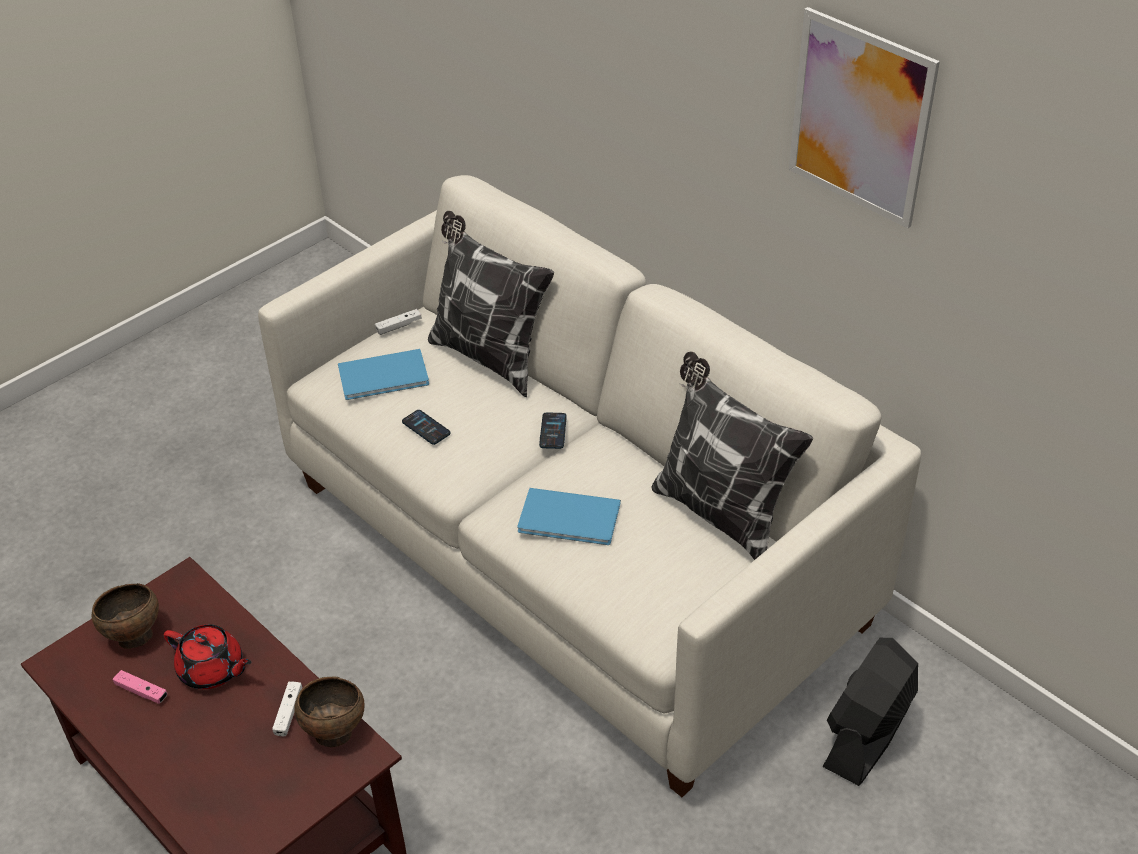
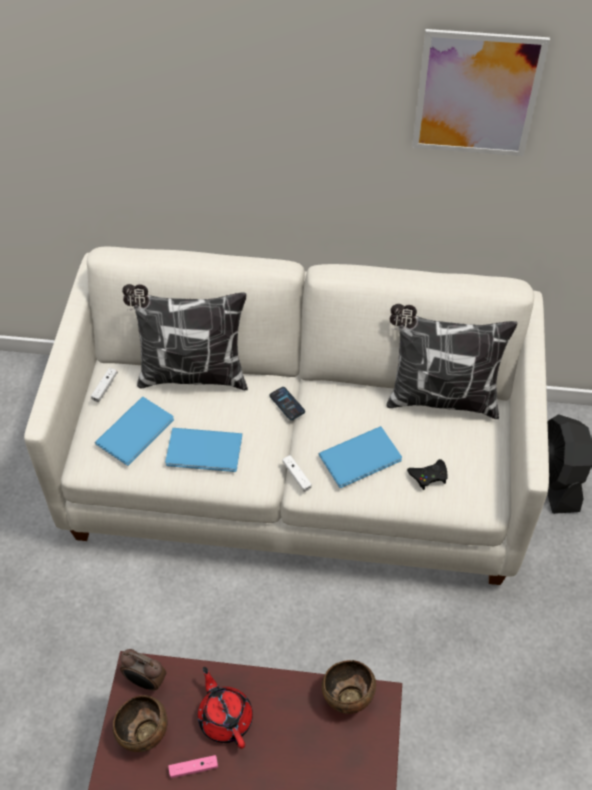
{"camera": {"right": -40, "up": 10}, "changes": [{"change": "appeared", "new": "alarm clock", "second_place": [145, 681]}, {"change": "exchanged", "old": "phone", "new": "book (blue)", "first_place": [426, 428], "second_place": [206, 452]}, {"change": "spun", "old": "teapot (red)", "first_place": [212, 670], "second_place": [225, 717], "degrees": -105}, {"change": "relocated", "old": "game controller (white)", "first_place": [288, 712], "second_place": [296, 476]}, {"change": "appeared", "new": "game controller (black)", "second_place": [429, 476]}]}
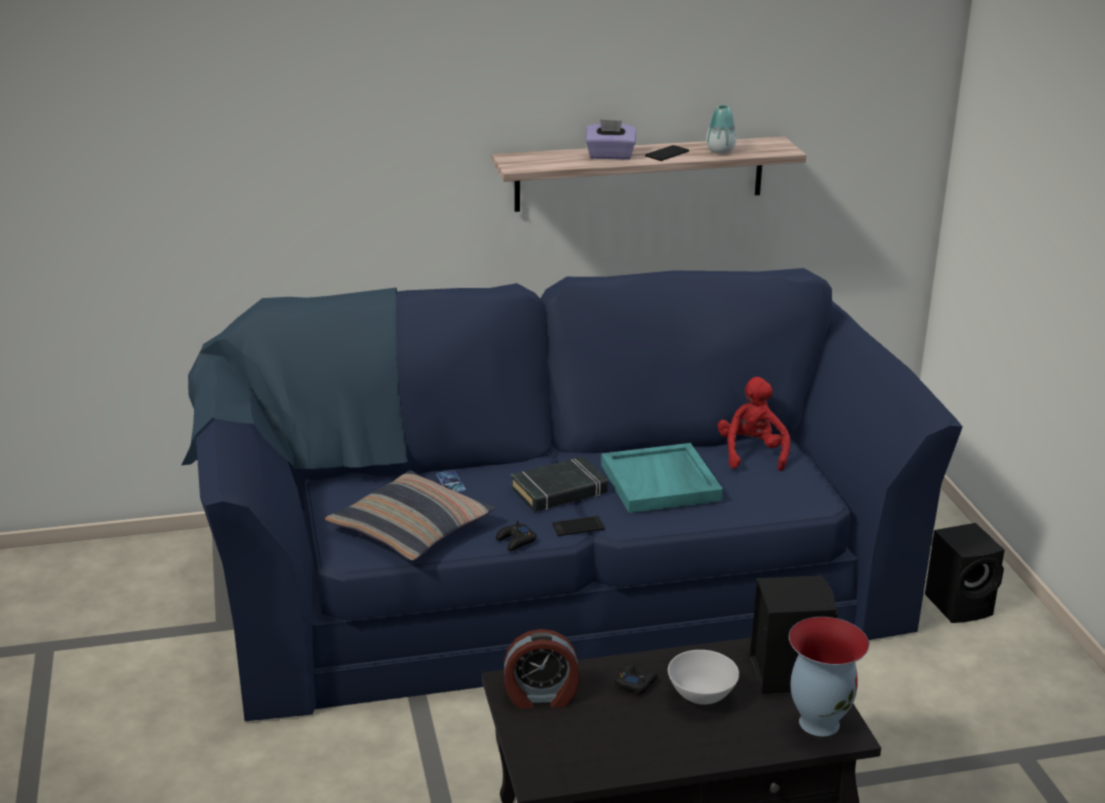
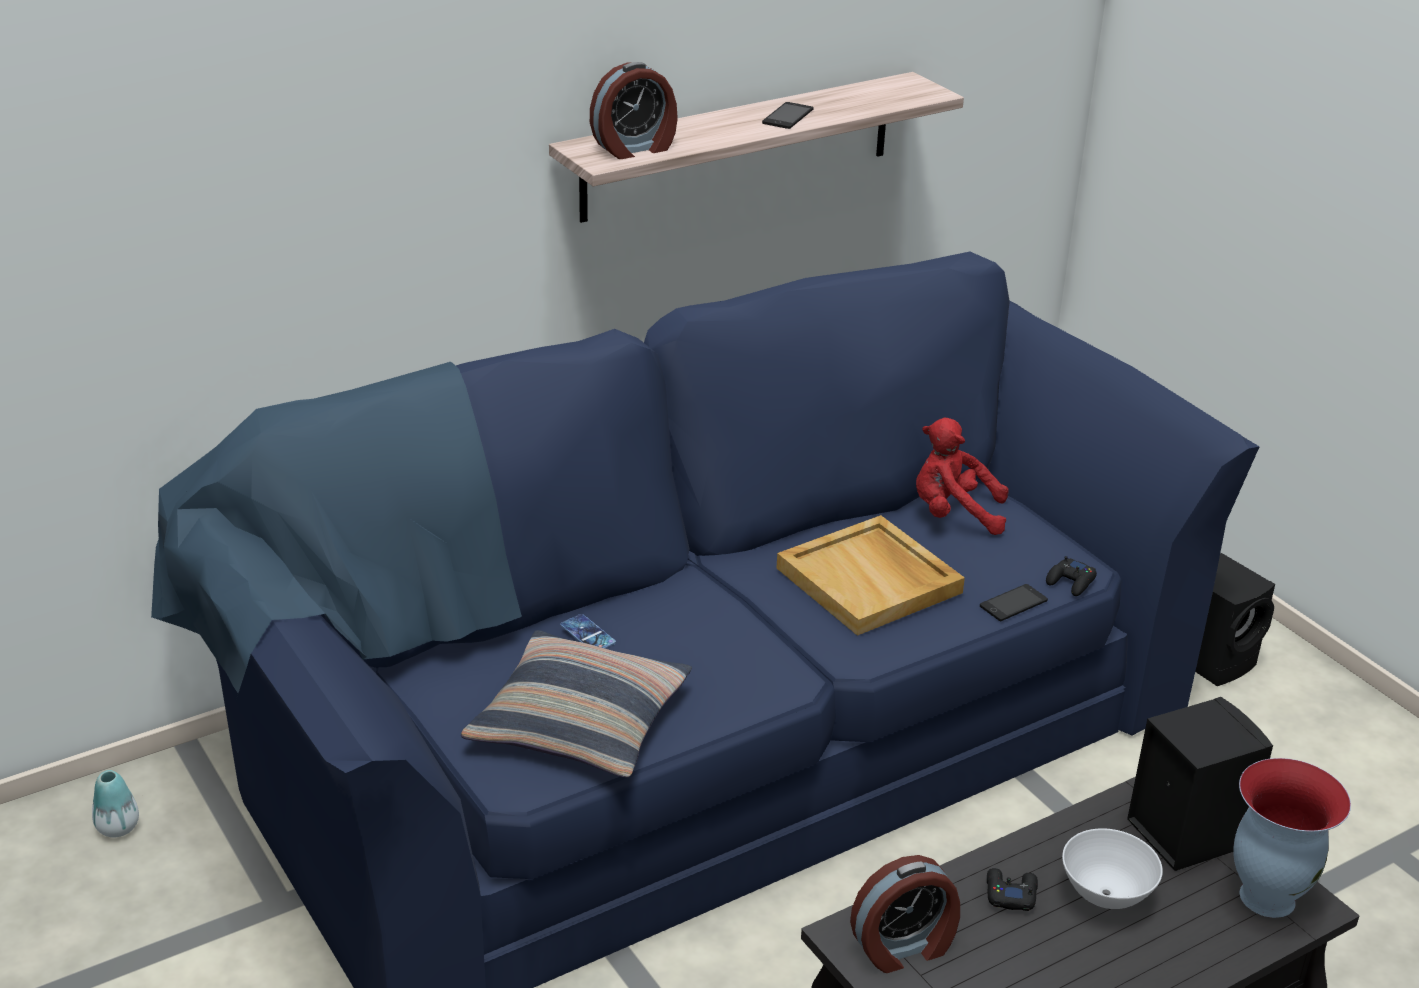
{"camera": {"right": -20, "up": 5}, "changes": [{"change": "relocated", "old": "vase", "first_place": [720, 151], "second_place": [118, 828]}, {"change": "appeared", "new": "alarm clock", "second_place": [635, 148]}, {"change": "colour", "old": "tray (turquoise)", "new": "tray (beige)", "first_place": [661, 483], "second_place": [870, 580]}, {"change": "spun", "old": "plush toy (red)", "first_place": [752, 453], "second_place": [954, 514], "degrees": -60}, {"change": "relocated", "old": "phone", "first_place": [578, 527], "second_place": [1013, 603]}, {"change": "relocated", "old": "game controller (black)", "first_place": [516, 541], "second_place": [1071, 582]}, {"change": "missing", "old": "book (black)", "first_place": [559, 491]}, {"change": "missing", "old": "tissue box (purple)", "first_place": [610, 156]}]}
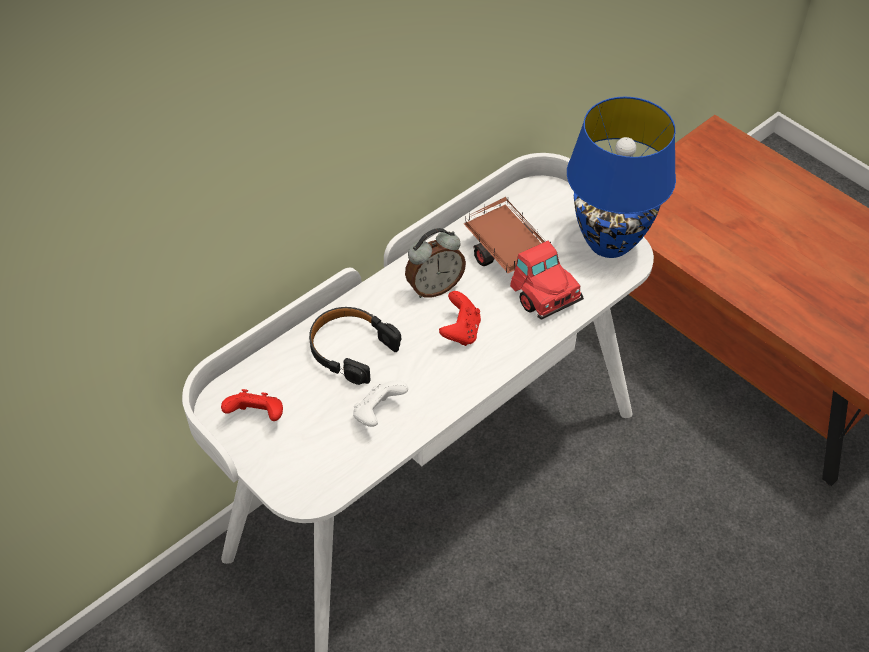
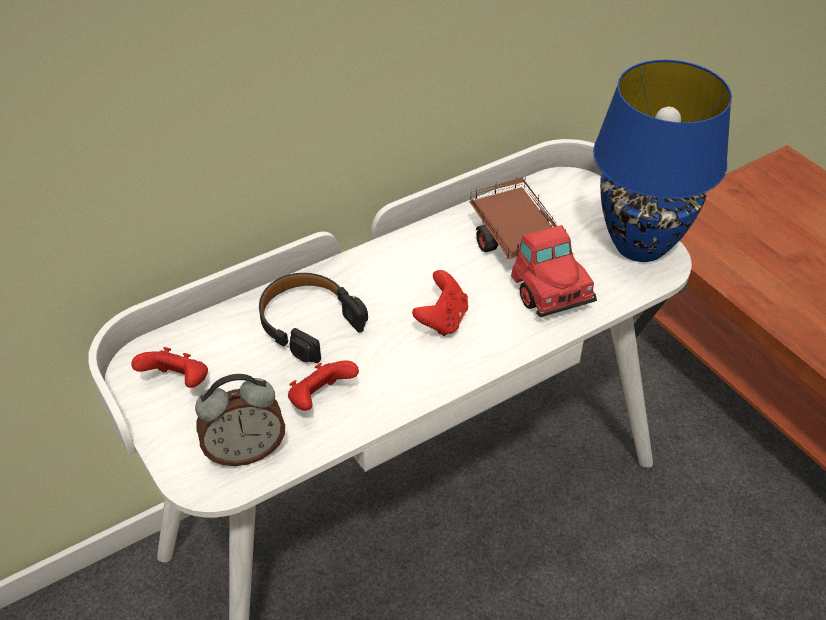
{"camera": {"right": 10, "up": -5}, "changes": [{"change": "relocated", "old": "alarm clock", "first_place": [434, 287], "second_place": [245, 451]}, {"change": "colour", "old": "game controller (white)", "new": "game controller (red)", "first_place": [378, 413], "second_place": [320, 399]}]}
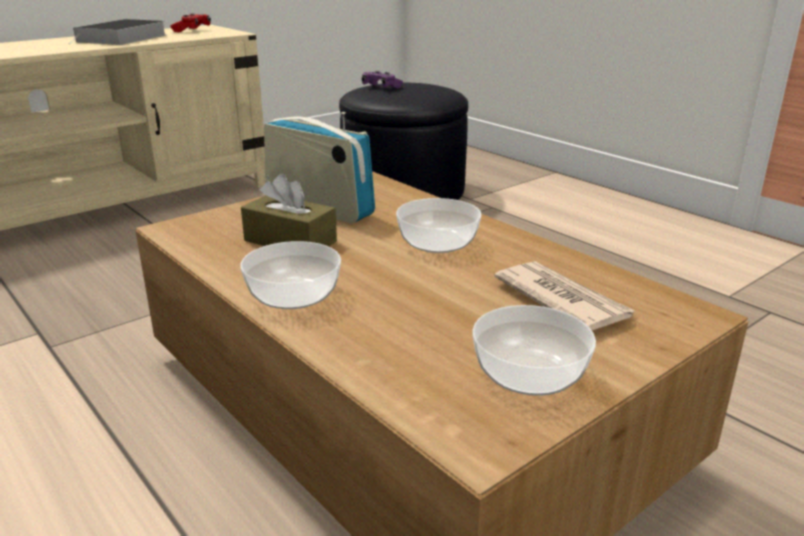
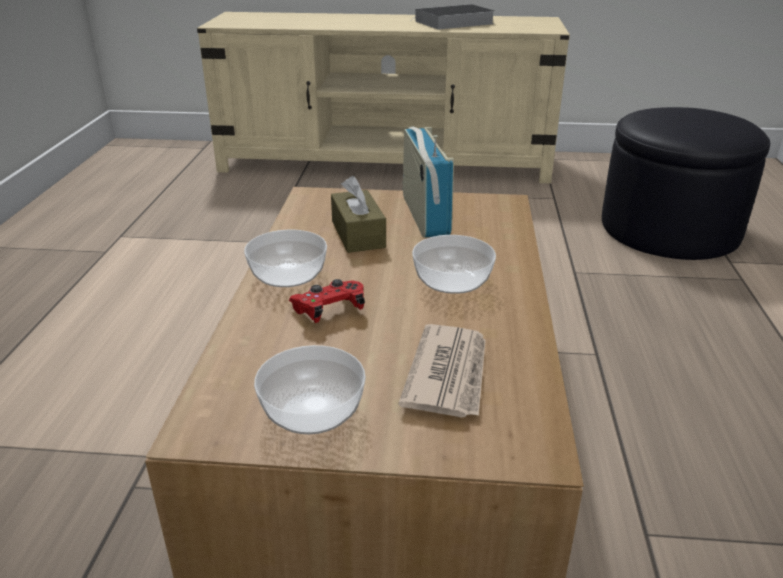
{"camera": {"right": 45, "up": 5}, "changes": [{"change": "relocated", "old": "game controller (red)", "first_place": [192, 30], "second_place": [329, 310]}, {"change": "missing", "old": "game controller (purple)", "first_place": [381, 87]}]}
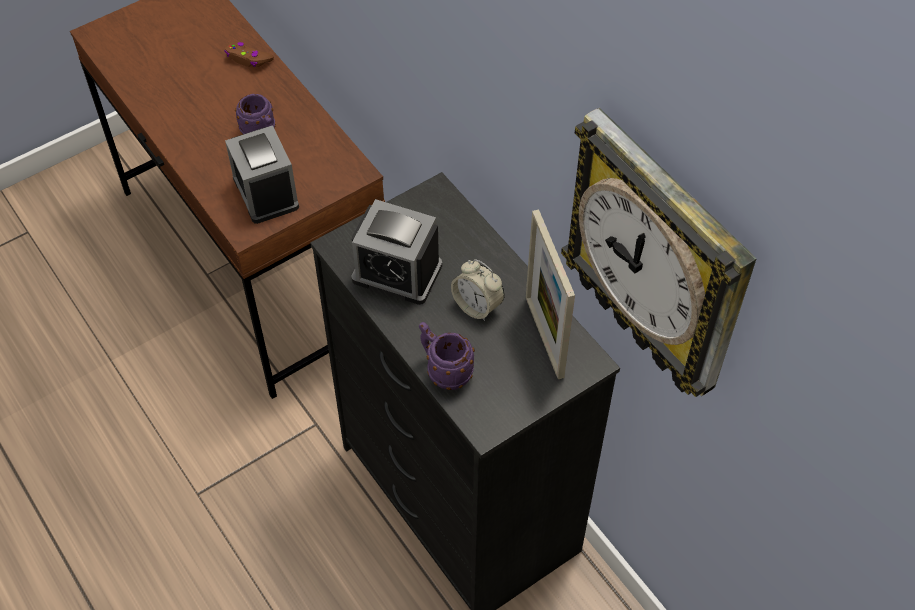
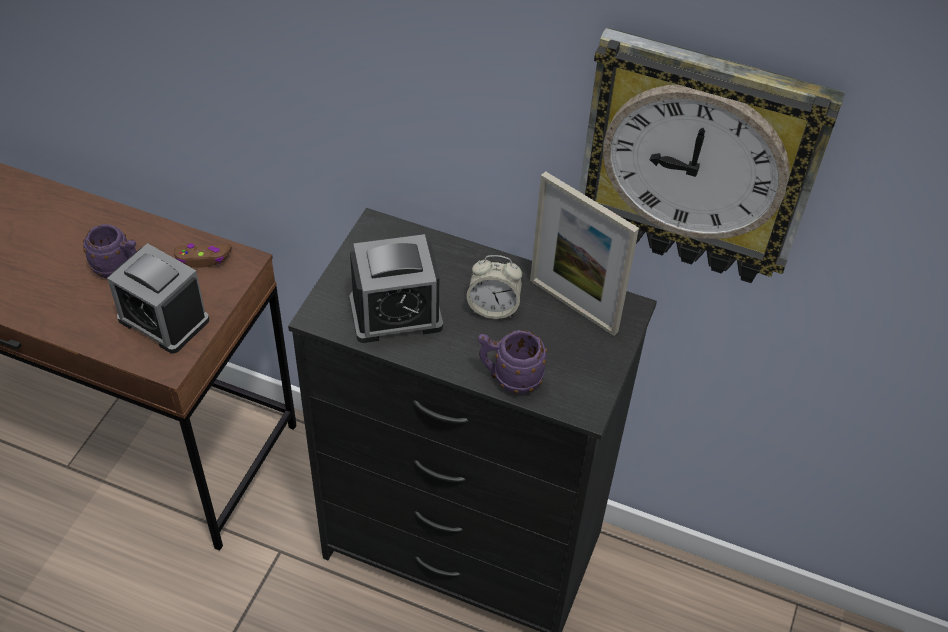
{"camera": {"right": -35, "up": -5}, "changes": [{"change": "relocated", "old": "game controller (brown)", "first_place": [248, 59], "second_place": [203, 259]}]}
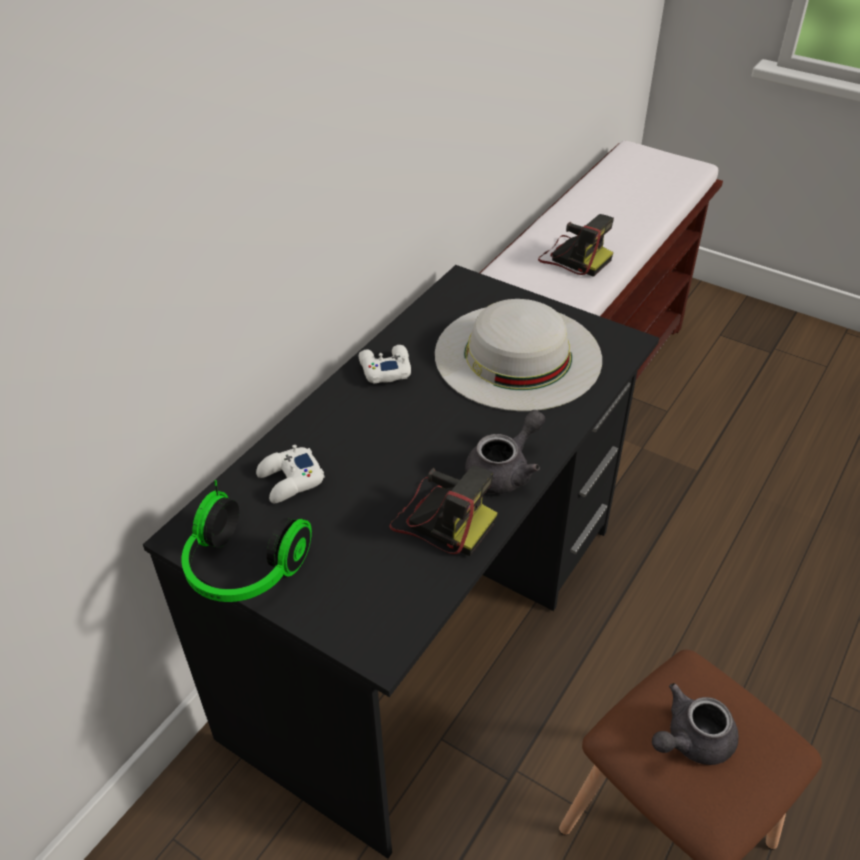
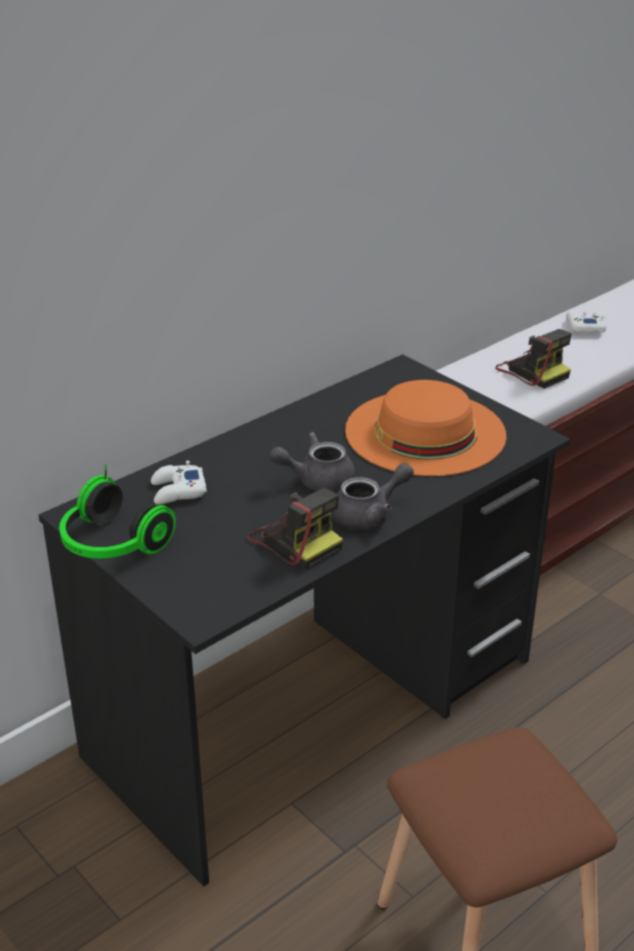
{"camera": {"right": 15, "up": -10}, "changes": [{"change": "relocated", "old": "teapot (grey)", "first_place": [691, 740], "second_place": [317, 480]}, {"change": "colour", "old": "hat (white)", "new": "hat (orange)", "first_place": [517, 355], "second_place": [425, 432]}, {"change": "relocated", "old": "game controller (white)", "first_place": [385, 369], "second_place": [585, 327]}]}
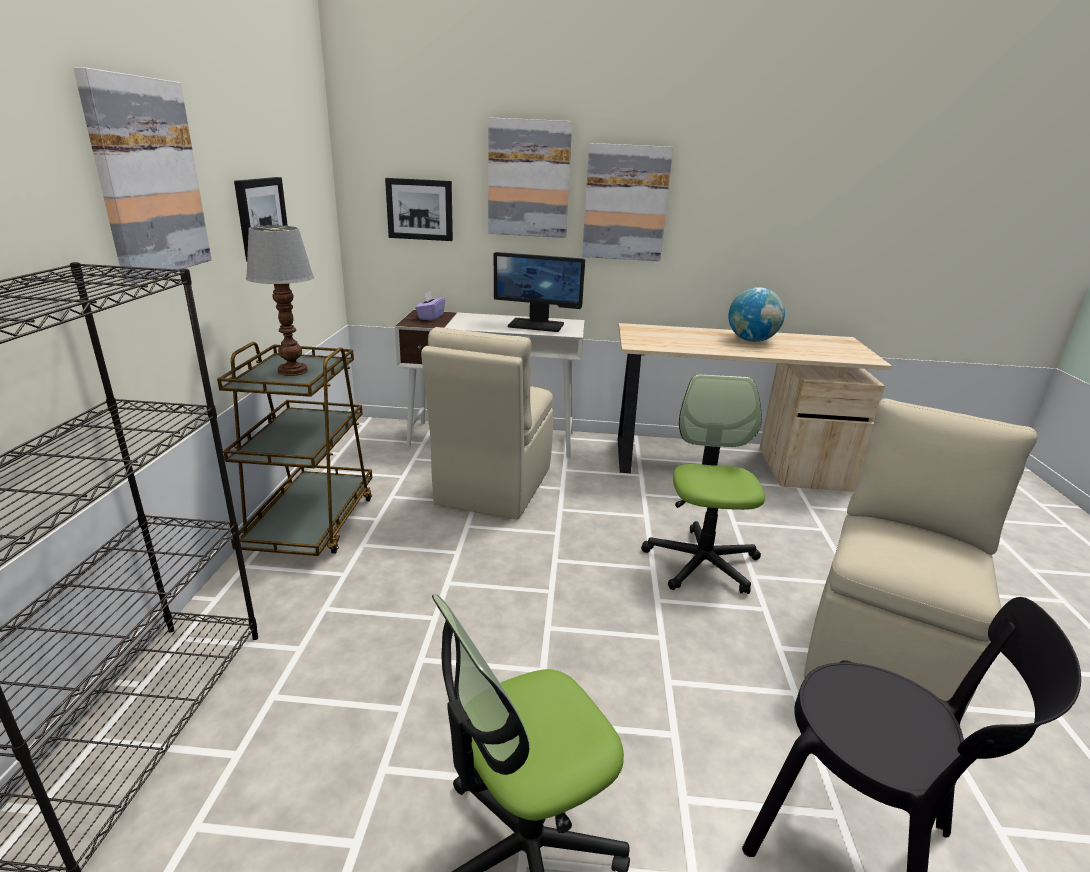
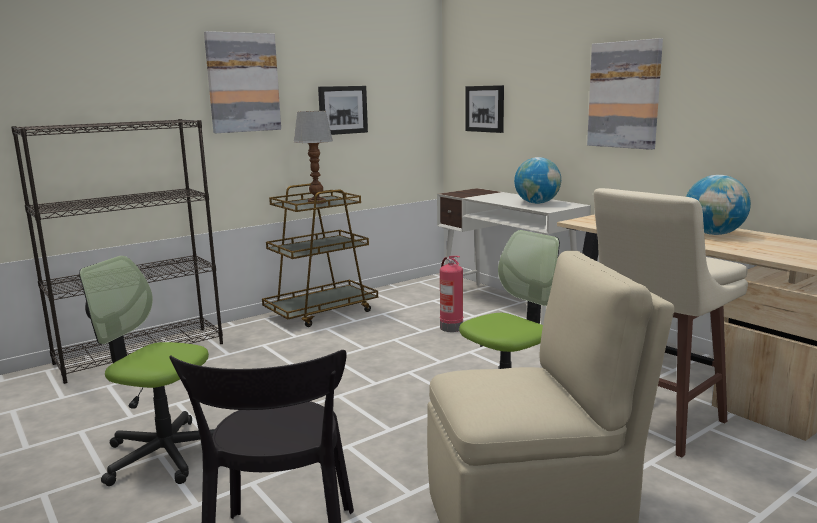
{"camera": {"right": 50, "up": -10}, "changes": [{"change": "exchanged", "old": "chair (beige)", "new": "fire extinguisher", "first_place": [492, 487], "second_place": [450, 327]}, {"change": "exchanged", "old": "monitor", "new": "globe", "first_place": [537, 325], "second_place": [537, 203]}, {"change": "appeared", "new": "stool (beige)", "second_place": [654, 422]}, {"change": "missing", "old": "tissue box (purple)", "first_place": [430, 317]}, {"change": "missing", "old": "picture", "first_place": [529, 179]}]}
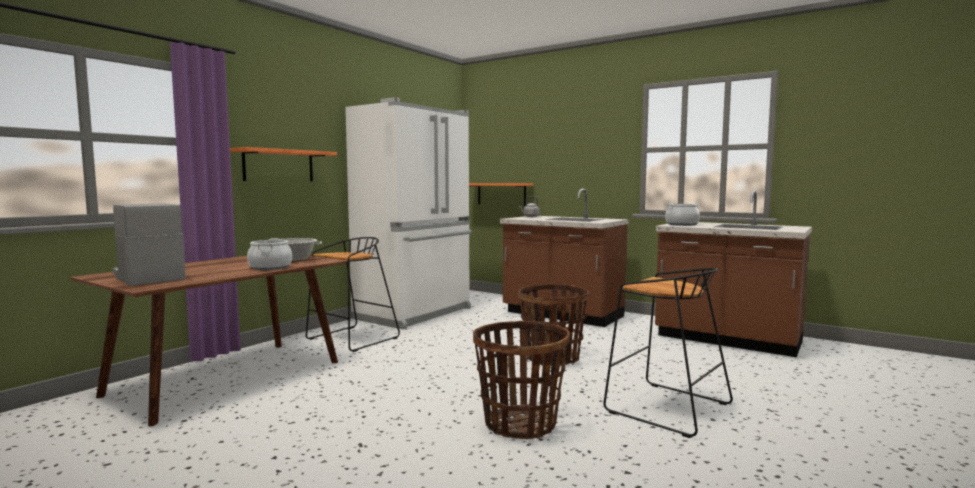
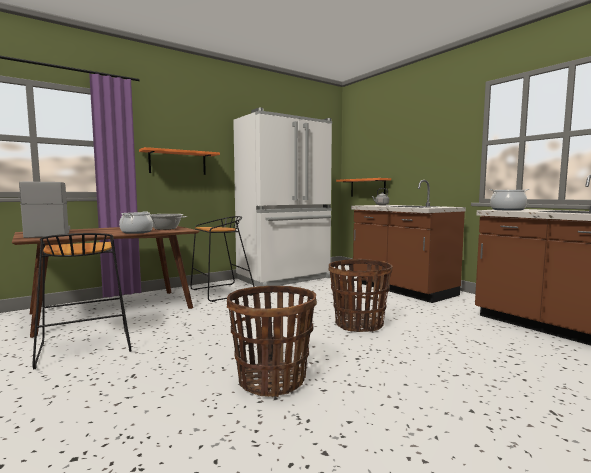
{"camera": {"right": 20, "up": 0}, "changes": [{"change": "relocated", "old": "stool (black)", "first_place": [665, 408], "second_place": [84, 346]}]}
